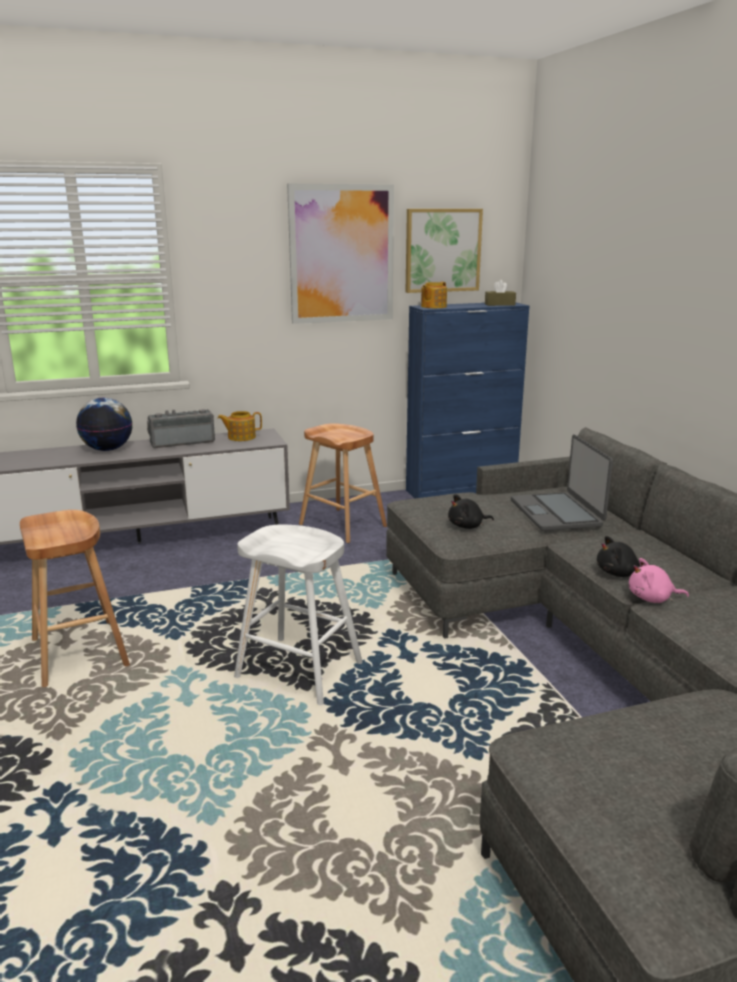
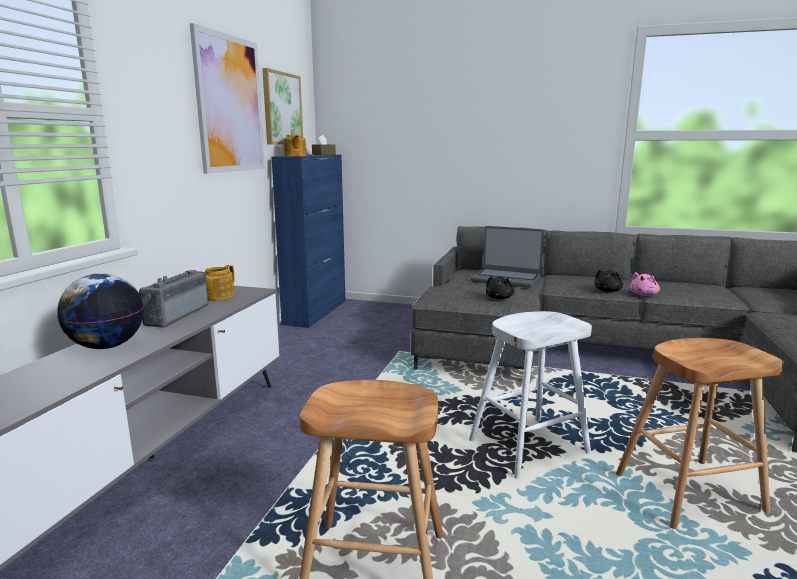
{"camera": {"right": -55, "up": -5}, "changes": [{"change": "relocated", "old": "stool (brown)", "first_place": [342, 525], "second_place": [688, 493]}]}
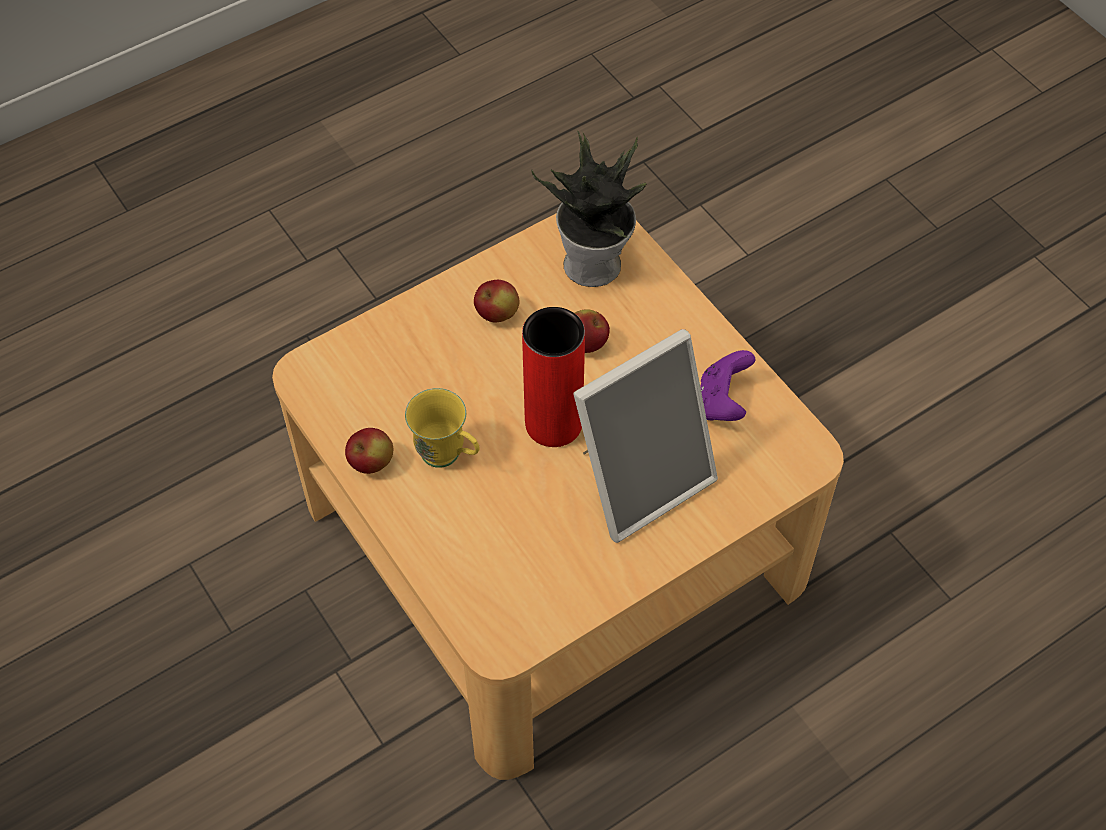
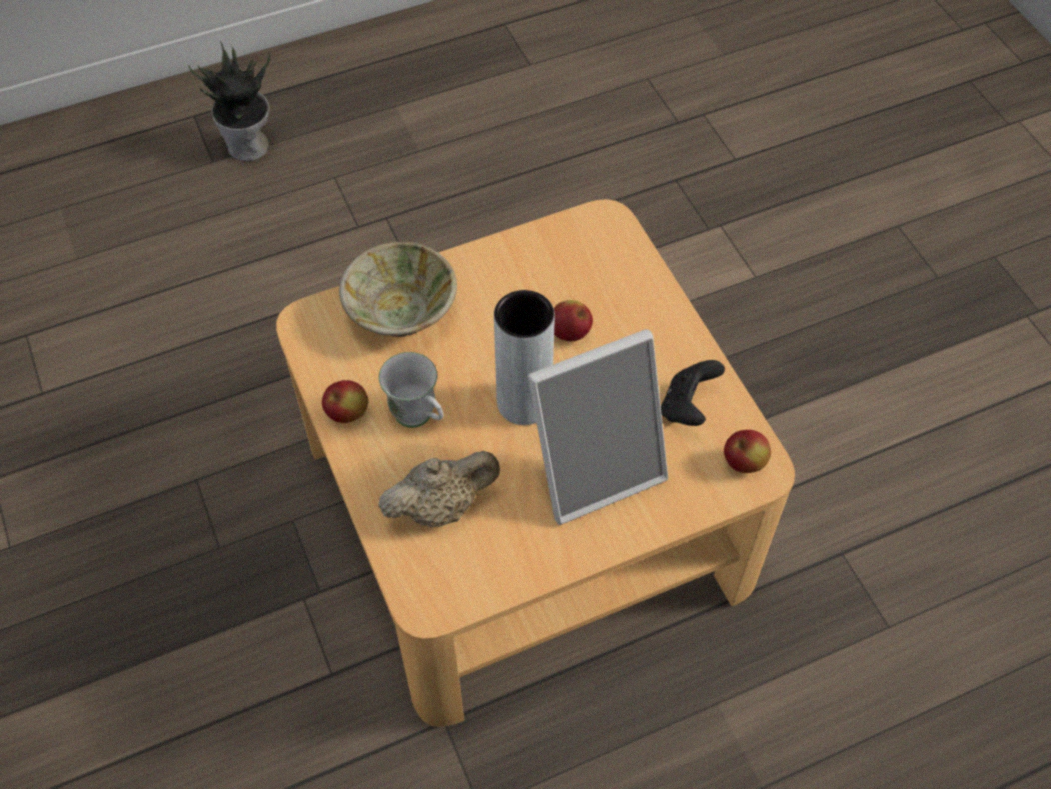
{"camera": {"right": 10, "up": 0}, "changes": [{"change": "relocated", "old": "potted plant", "first_place": [595, 265], "second_place": [250, 147]}, {"change": "appeared", "new": "bowl (beige)", "second_place": [401, 310]}, {"change": "appeared", "new": "teapot (beige)", "second_place": [441, 506]}, {"change": "colour", "old": "mug (yellow)", "new": "mug (white)", "first_place": [448, 457], "second_place": [419, 419]}, {"change": "colour", "old": "vase (red)", "new": "vase (grey)", "first_place": [553, 423], "second_place": [524, 402]}, {"change": "colour", "old": "game controller (purple)", "new": "game controller (black)", "first_place": [722, 402], "second_place": [687, 407]}, {"change": "relocated", "old": "apple", "first_place": [497, 314], "second_place": [744, 463]}]}
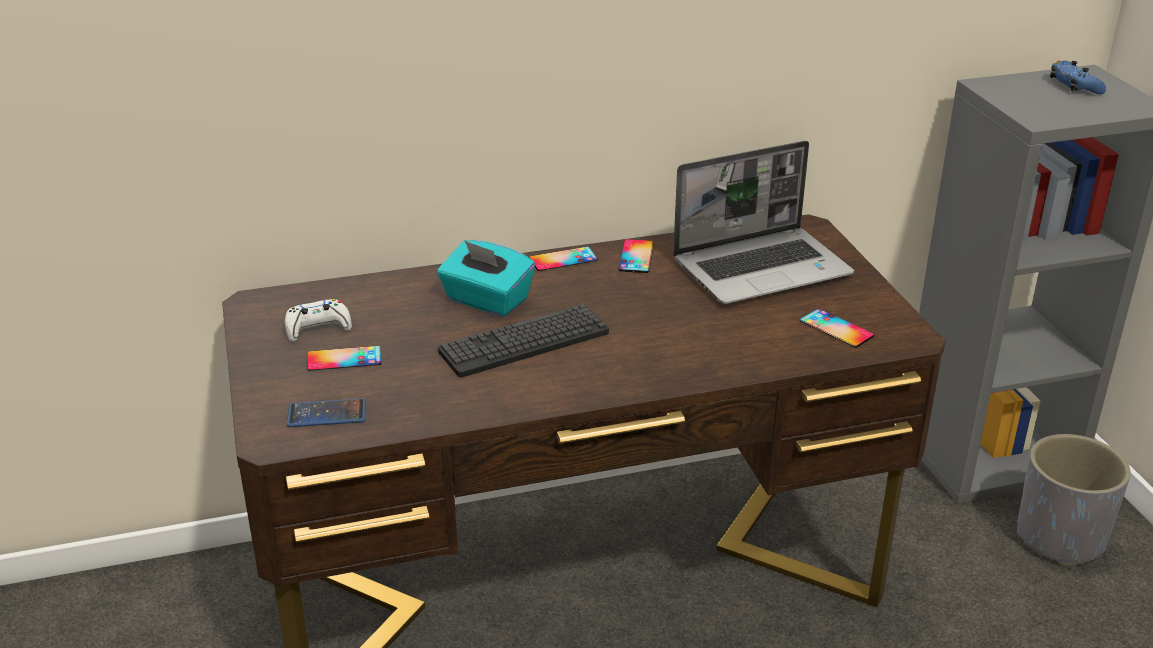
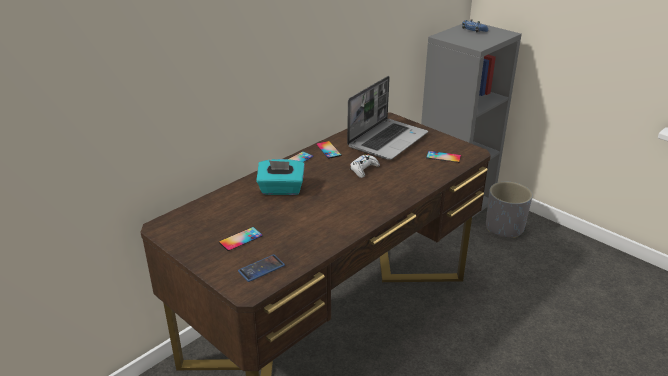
{"camera": {"right": -30, "up": 0}, "changes": [{"change": "relocated", "old": "game controller (white)", "first_place": [317, 328], "second_place": [364, 169]}, {"change": "missing", "old": "keyboard", "first_place": [524, 342]}]}
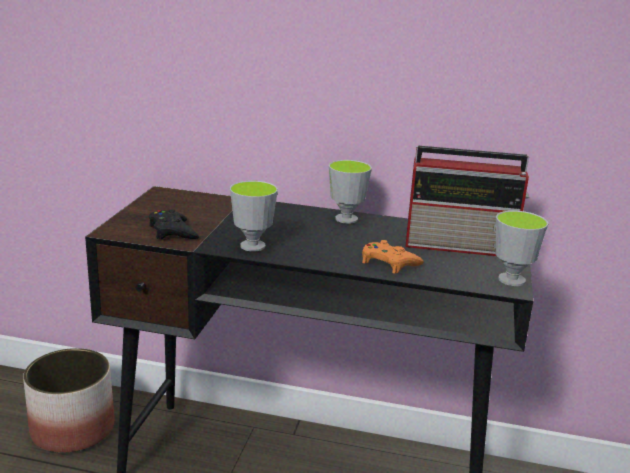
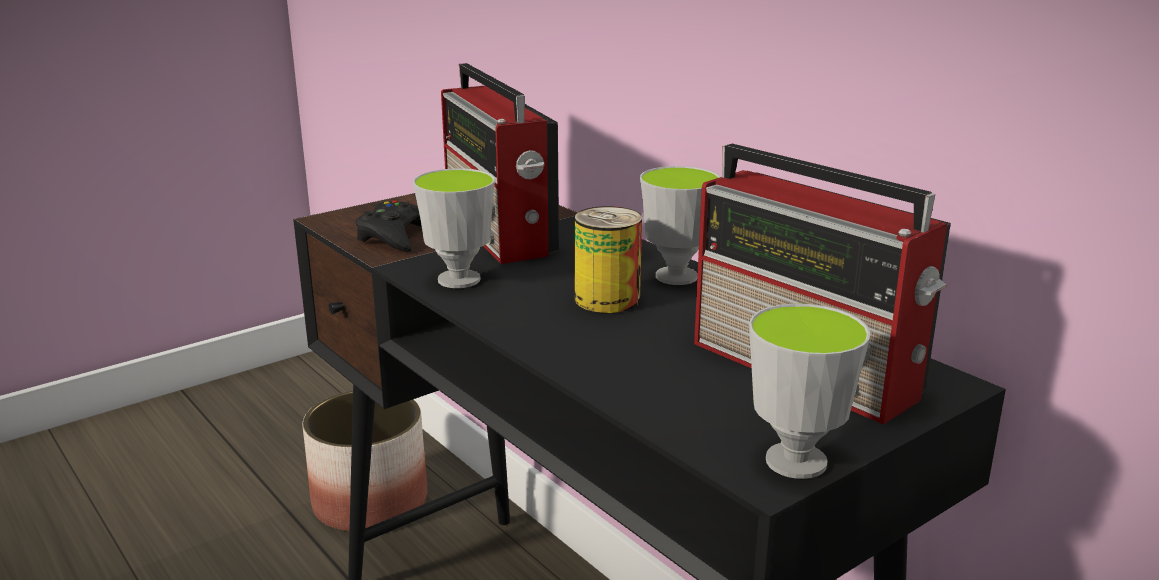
{"camera": {"right": 40, "up": 0}, "changes": [{"change": "appeared", "new": "radio", "second_place": [499, 233]}, {"change": "appeared", "new": "can", "second_place": [607, 299]}, {"change": "missing", "old": "game controller (orange)", "first_place": [388, 263]}]}
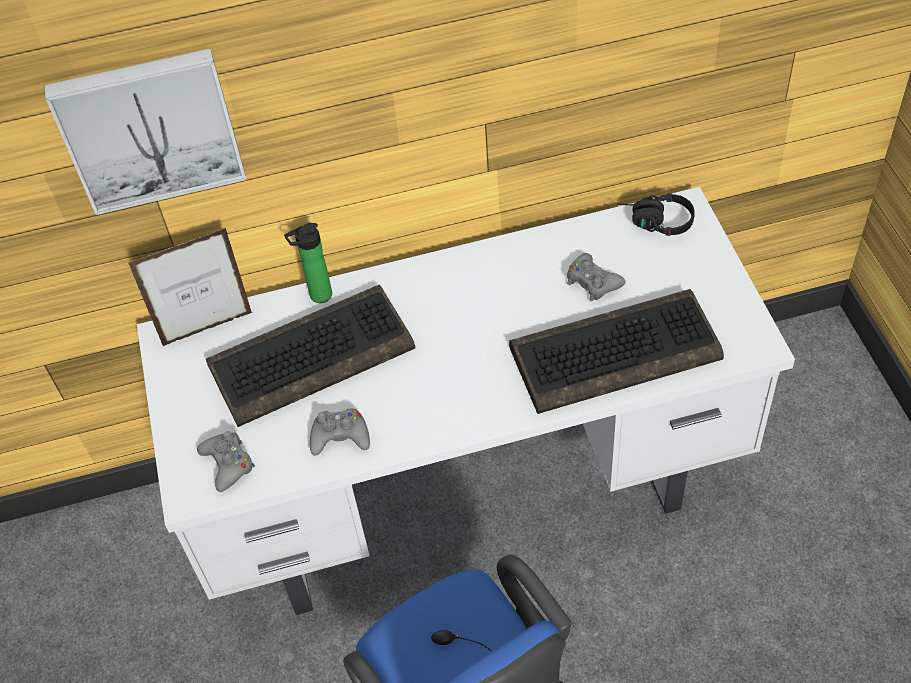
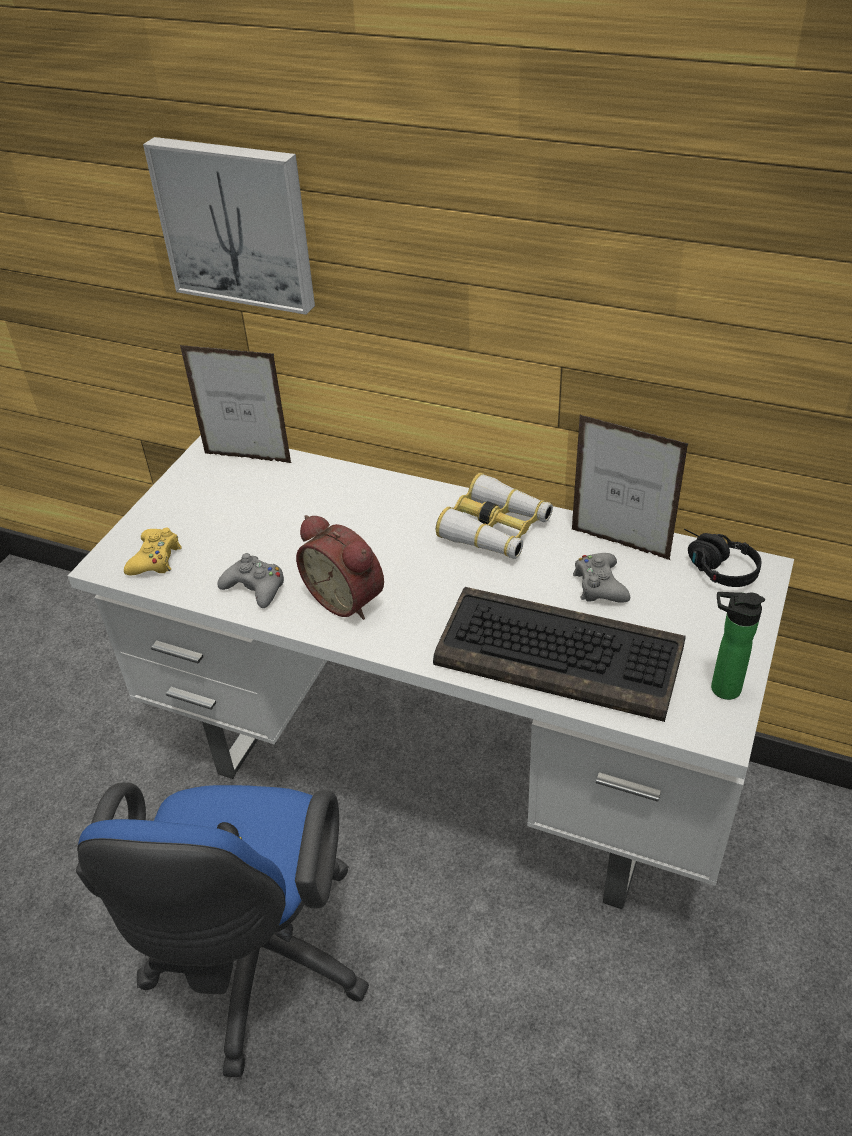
{"camera": {"right": 35, "up": -10}, "changes": [{"change": "colour", "old": "game controller (grey)", "new": "game controller (yellow)", "first_place": [228, 464], "second_place": [155, 559]}, {"change": "appeared", "new": "alarm clock", "second_place": [347, 598]}, {"change": "appeared", "new": "binoculars", "second_place": [495, 529]}, {"change": "appeared", "new": "picture frame", "second_place": [620, 544]}, {"change": "relocated", "old": "bottle", "first_place": [317, 296], "second_place": [720, 688]}, {"change": "missing", "old": "keyboard", "first_place": [312, 355]}]}
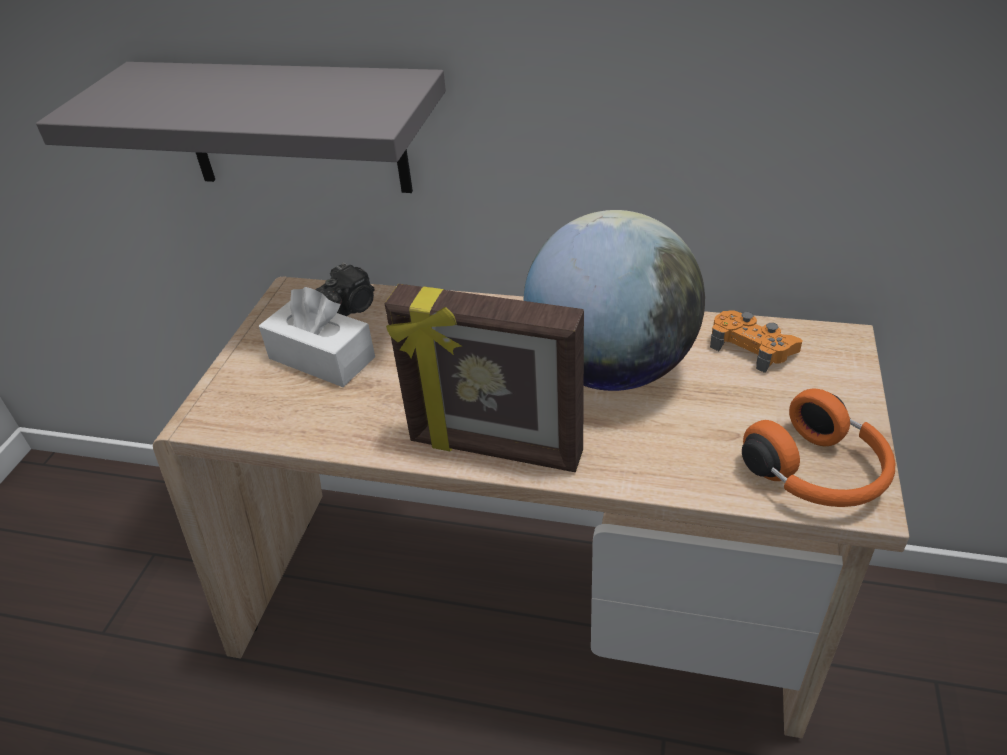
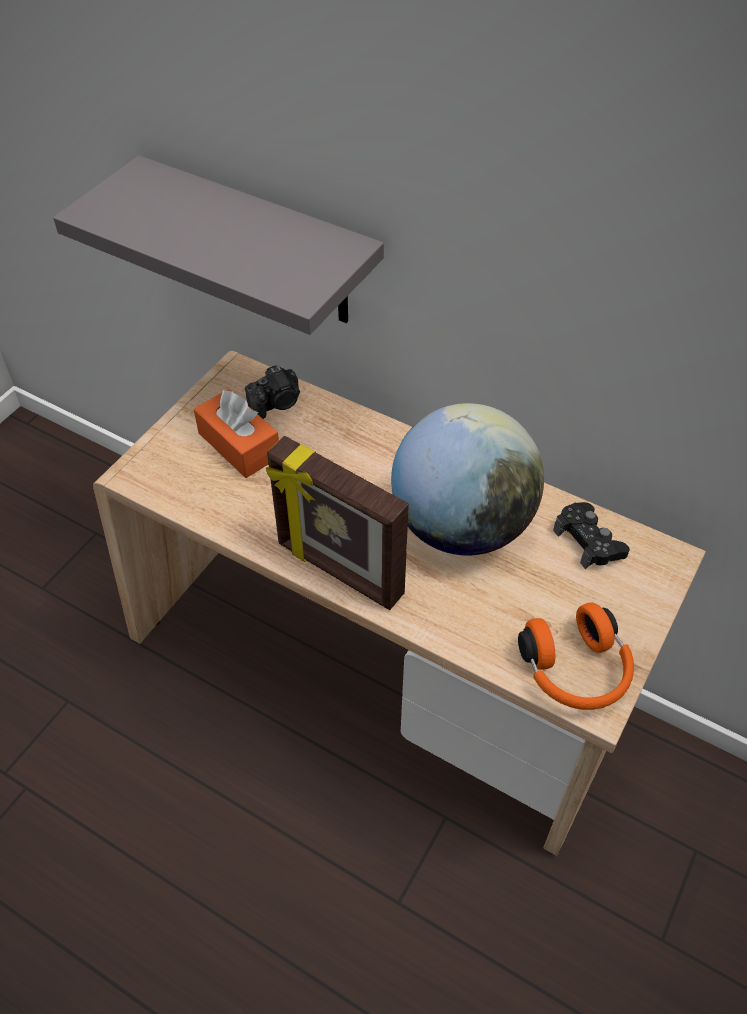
{"camera": {"right": 15, "up": 10}, "changes": [{"change": "colour", "old": "tissue box (white)", "new": "tissue box (orange)", "first_place": [322, 358], "second_place": [239, 445]}, {"change": "colour", "old": "game controller (orange)", "new": "game controller (black)", "first_place": [752, 347], "second_place": [588, 541]}]}
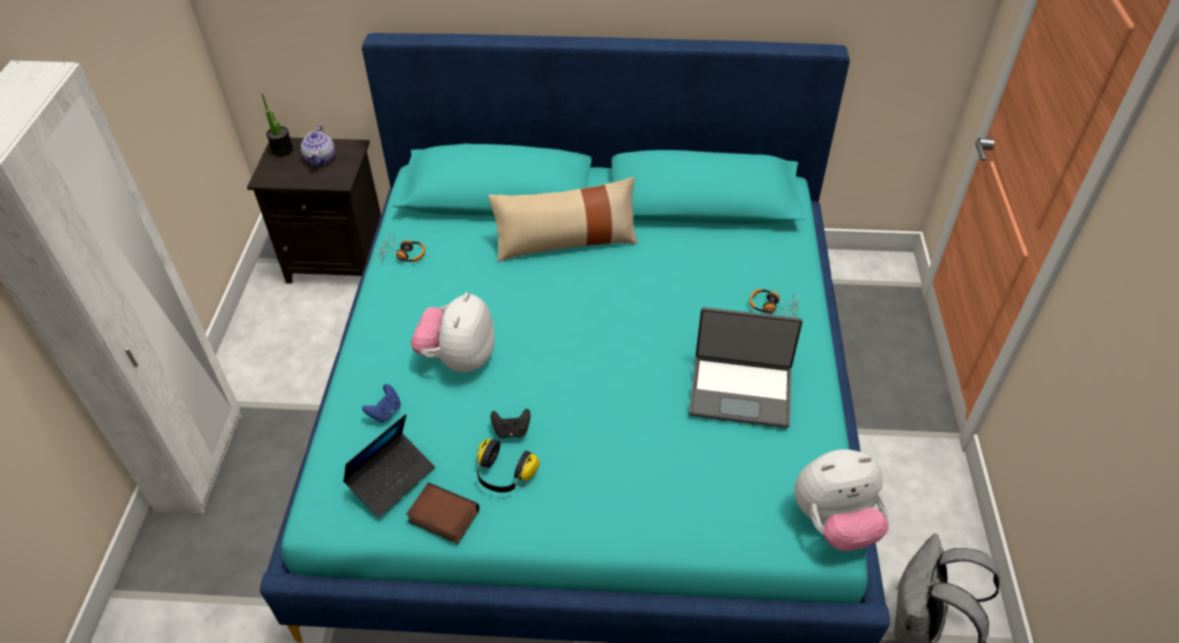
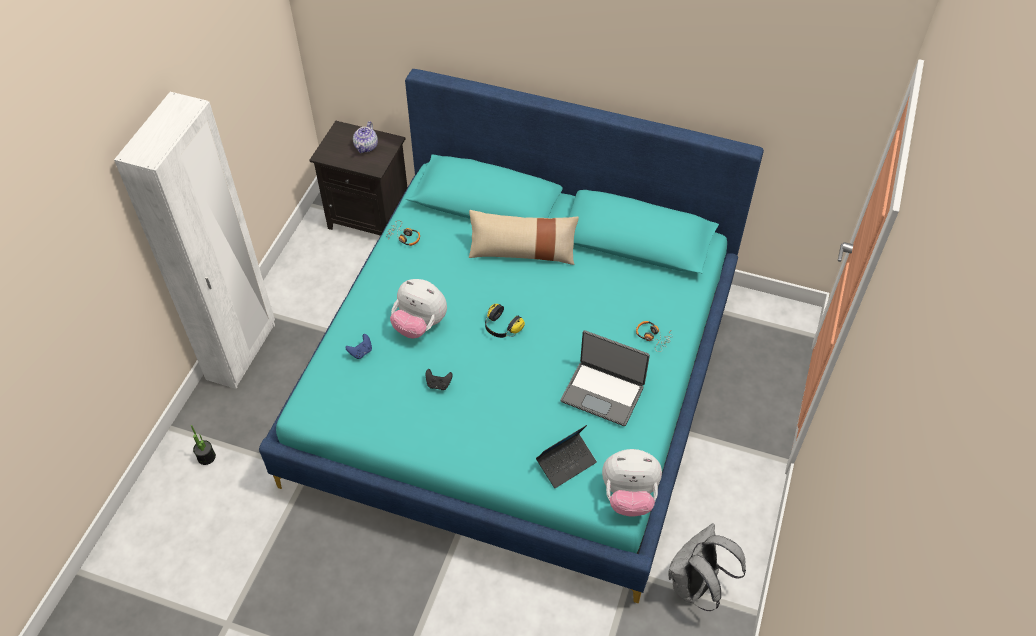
{"camera": {"right": 15, "up": 5}, "changes": [{"change": "relocated", "old": "potted plant", "first_place": [282, 150], "second_place": [206, 457]}, {"change": "spun", "old": "plush toy", "first_place": [459, 358], "second_place": [419, 325], "degrees": -90}, {"change": "relocated", "old": "headphones", "first_place": [503, 475], "second_place": [501, 328]}, {"change": "relocated", "old": "laptop", "first_place": [391, 478], "second_place": [566, 463]}, {"change": "missing", "old": "book", "first_place": [442, 517]}]}
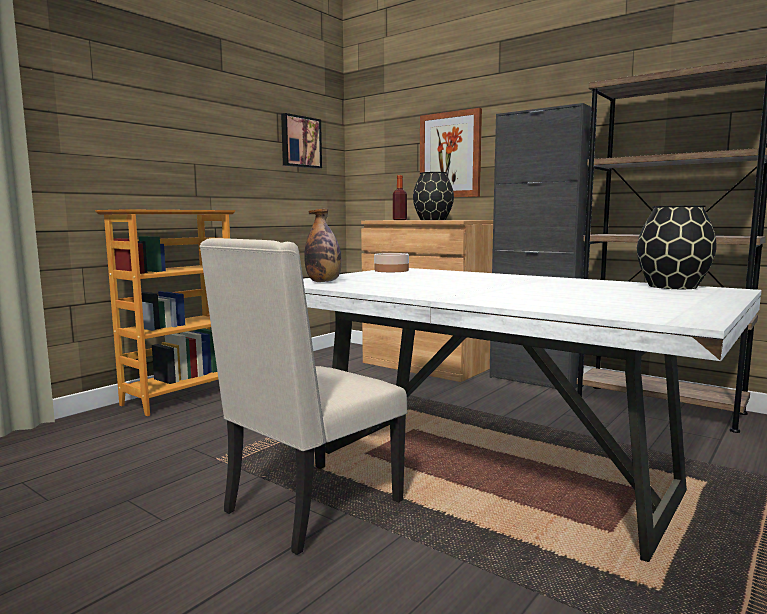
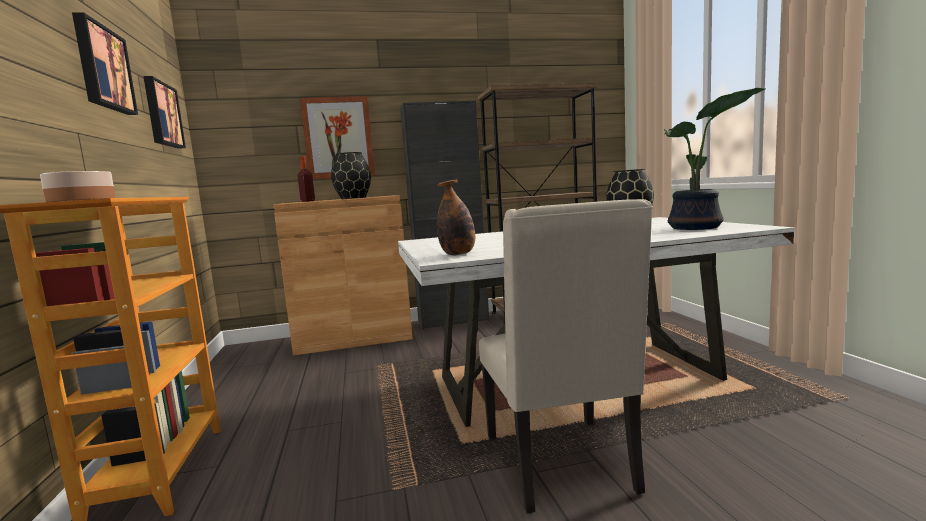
{"camera": {"right": -50, "up": 0}, "changes": [{"change": "relocated", "old": "bowl", "first_place": [391, 270], "second_place": [82, 200]}, {"change": "appeared", "new": "picture", "second_place": [102, 68]}, {"change": "appeared", "new": "potted plant", "second_place": [696, 228]}]}
